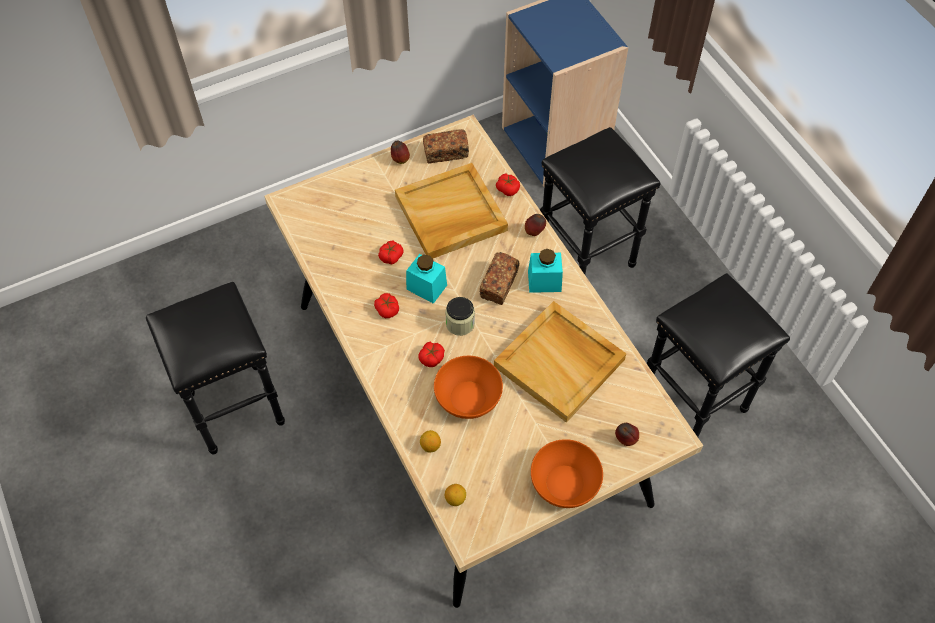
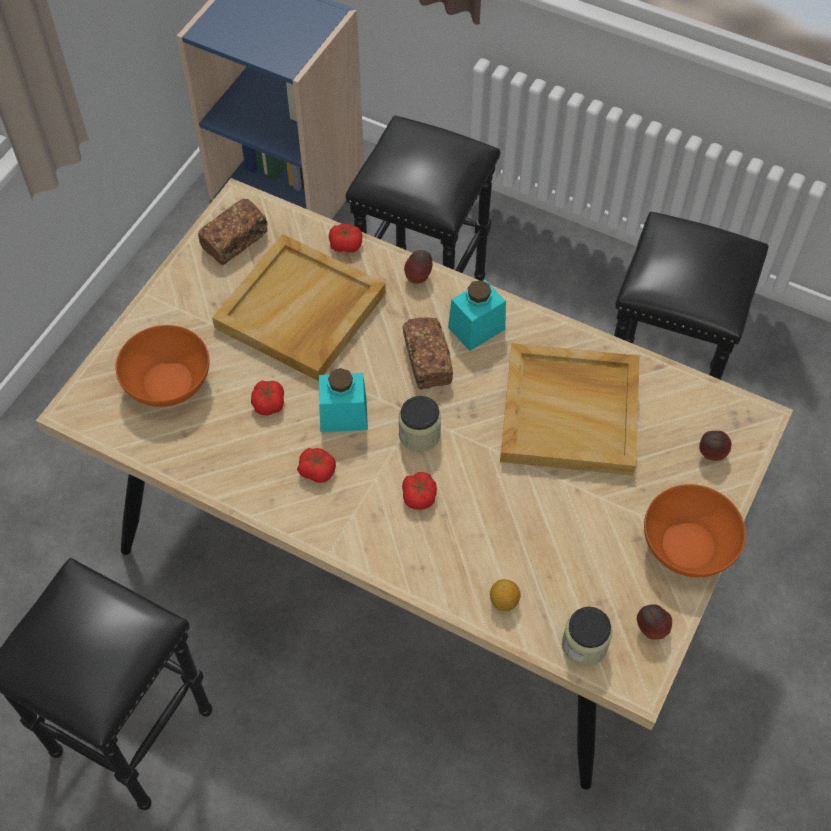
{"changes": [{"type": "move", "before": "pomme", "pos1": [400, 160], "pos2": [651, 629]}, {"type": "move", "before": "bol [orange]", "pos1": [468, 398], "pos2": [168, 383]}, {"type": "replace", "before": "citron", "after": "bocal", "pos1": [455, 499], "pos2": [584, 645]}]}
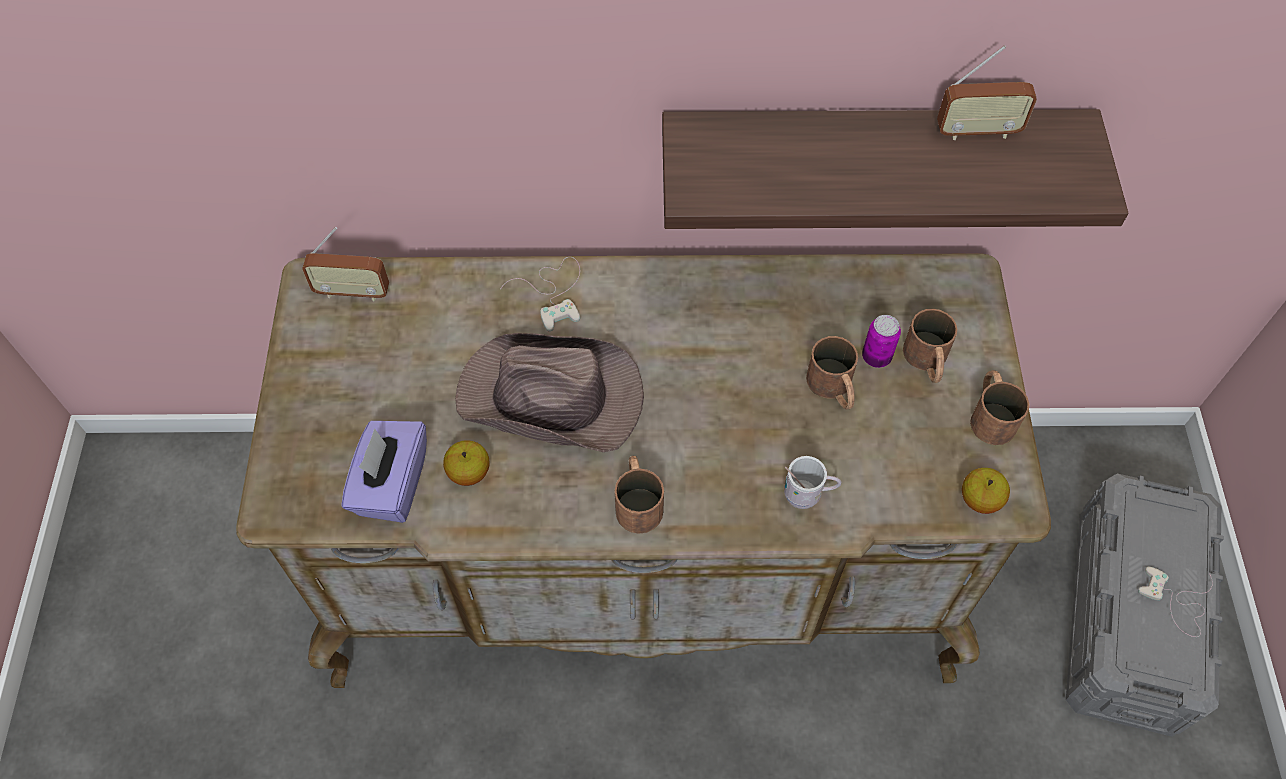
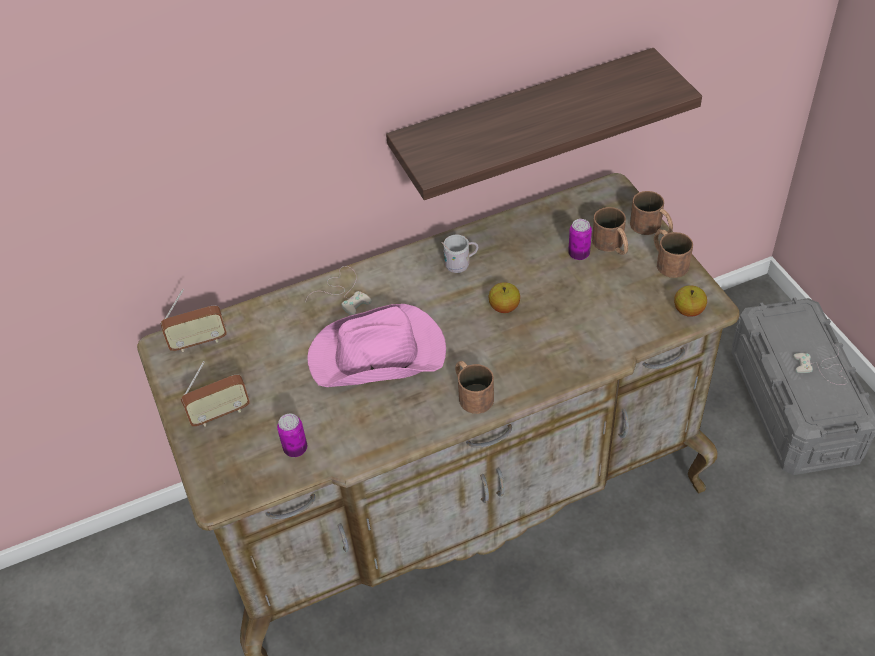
{"changes": [{"type": "replace", "before": "boîte à mouchoirs [violet]", "after": "boîte métallique", "pos1": [391, 485], "pos2": [295, 449]}, {"type": "move", "before": "pomme", "pos1": [469, 472], "pos2": [504, 307]}, {"type": "recolor", "before": "chapeau [marron]", "after": "chapeau [rose]", "pos1": [552, 398], "pos2": [379, 355]}, {"type": "move", "before": "mug [blanc]", "pos1": [808, 495], "pos2": [461, 265]}, {"type": "move", "before": "mug [marron]", "pos1": [833, 388], "pos2": [651, 228]}, {"type": "move", "before": "radio", "pos1": [977, 131], "pos2": [220, 414]}]}
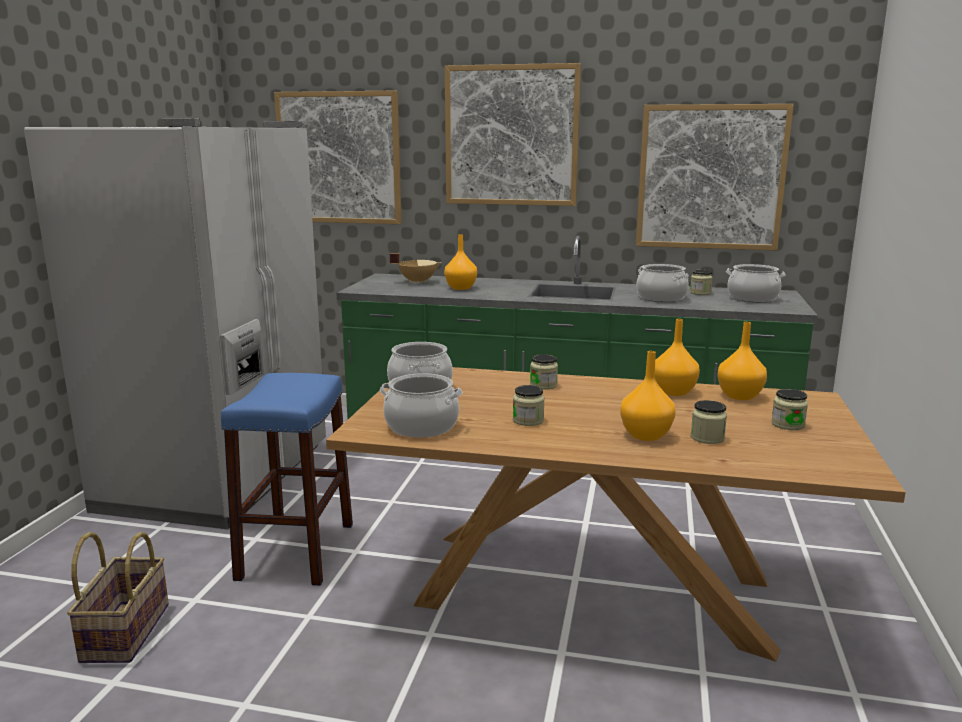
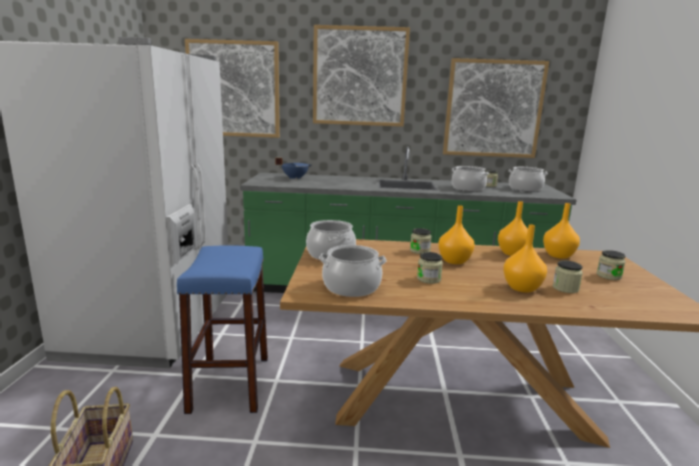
{"changes": [{"type": "recolor", "before": "marmite [beige]", "after": "marmite [bleu]", "pos1": [417, 282], "pos2": [294, 178]}, {"type": "move", "before": "vase [orange]", "pos1": [460, 288], "pos2": [454, 261]}]}
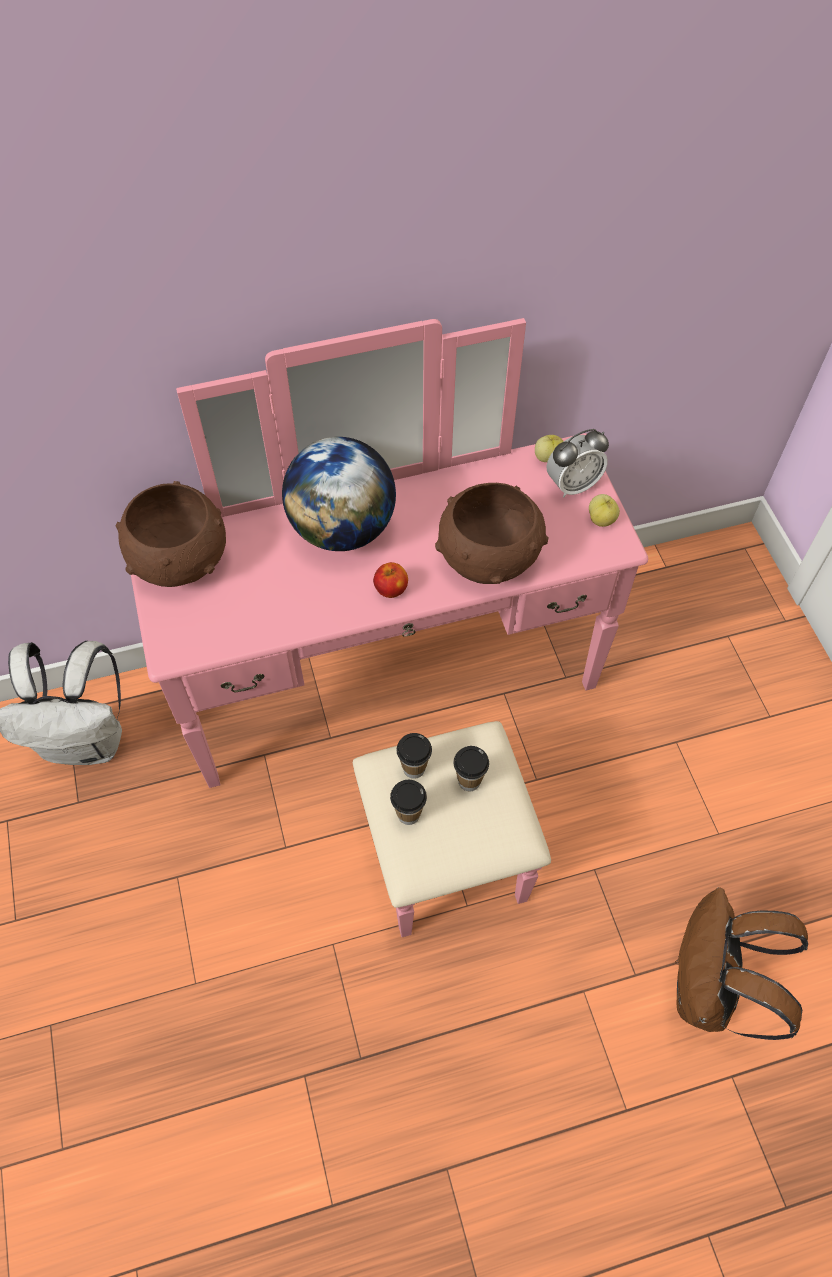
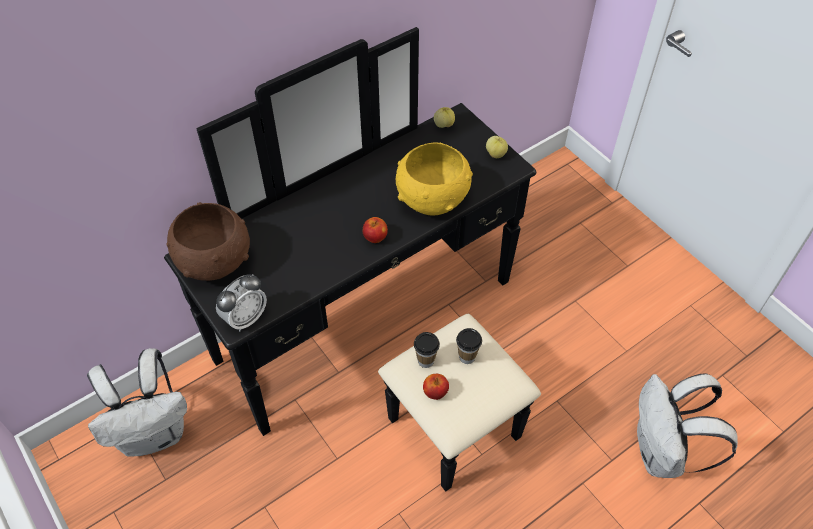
{"changes": [{"type": "recolor", "before": "commode [rose]", "after": "commode [noir]", "pos1": [404, 718], "pos2": [385, 342]}, {"type": "delete", "before": "globe", "pos1": [342, 528]}, {"type": "replace", "before": "tasse", "after": "pomme", "pos1": [408, 814], "pos2": [435, 392]}, {"type": "recolor", "before": "bol [marron]", "after": "bol [jaune]", "pos1": [488, 557], "pos2": [432, 198]}, {"type": "move", "before": "réveil", "pos1": [572, 485], "pos2": [245, 318]}, {"type": "recolor", "before": "sac à dos [marron]", "after": "sac à dos [blanc]", "pos1": [708, 991], "pos2": [662, 453]}]}
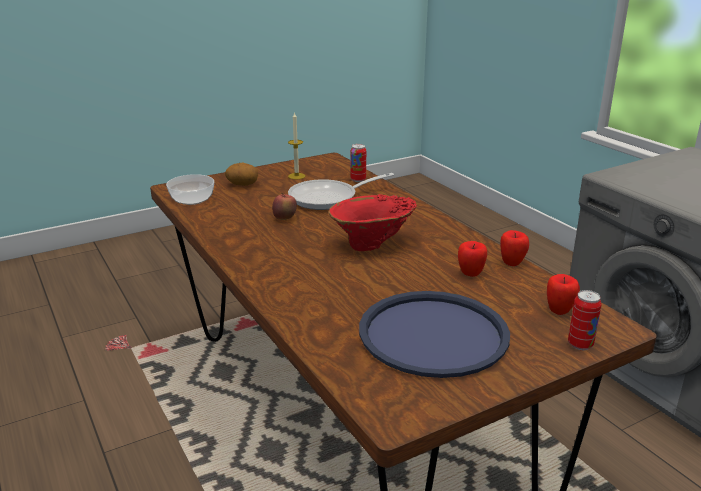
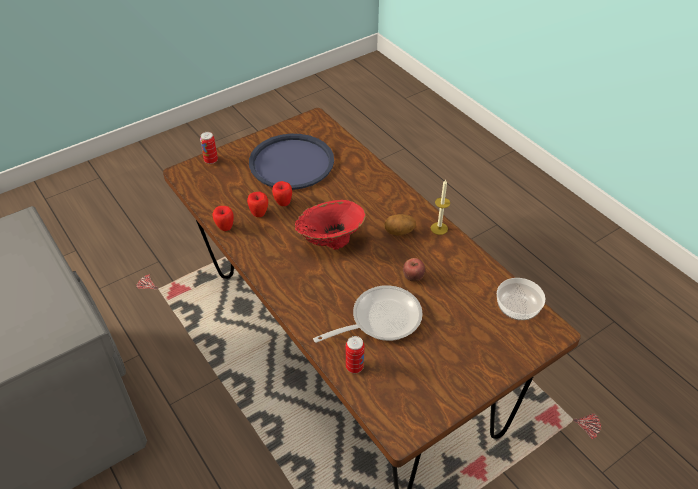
{"changes": [{"type": "move", "before": "pomme de terre", "pos1": [242, 185], "pos2": [399, 232]}, {"type": "move", "before": "bougie", "pos1": [296, 176], "pos2": [439, 228]}, {"type": "move", "before": "pomme", "pos1": [559, 311], "pos2": [283, 203]}]}
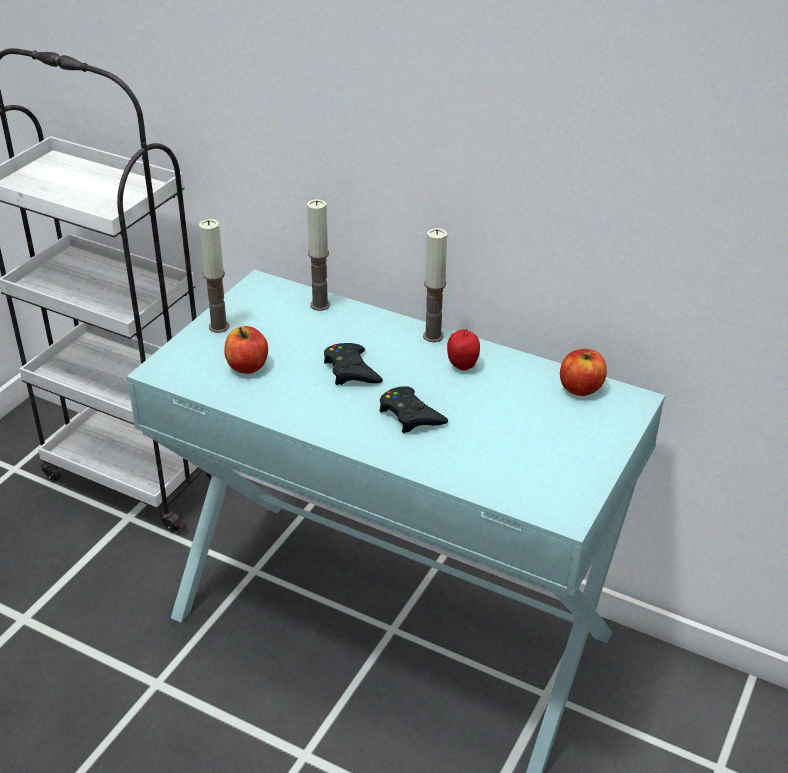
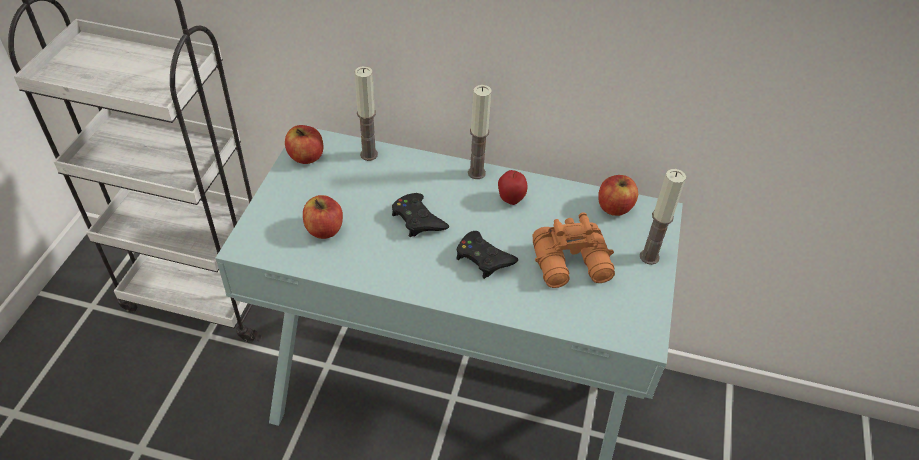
{"changes": [{"type": "move", "before": "bougie", "pos1": [219, 327], "pos2": [649, 257]}, {"type": "insert", "after": "pomme", "pos2": [306, 157]}, {"type": "insert", "after": "jumelles [orange]", "pos2": [573, 264]}]}
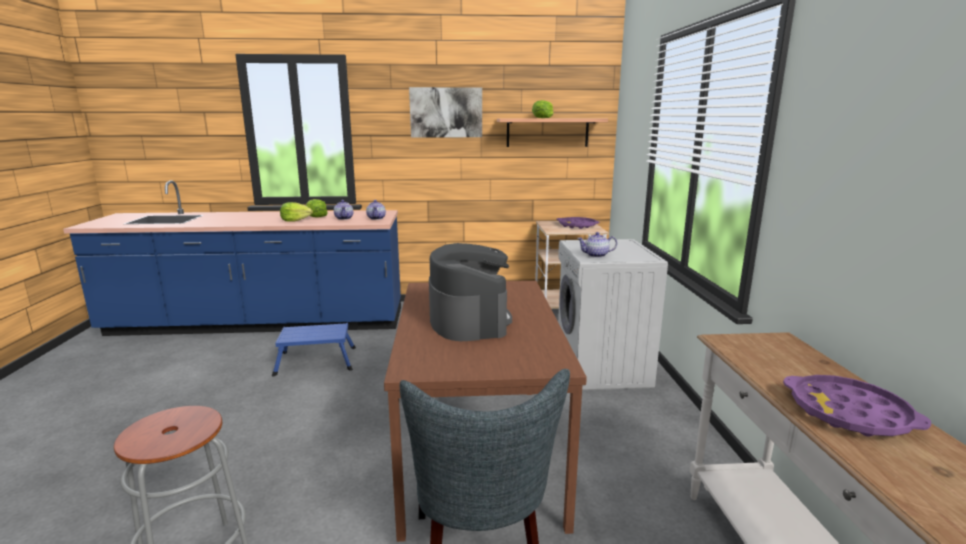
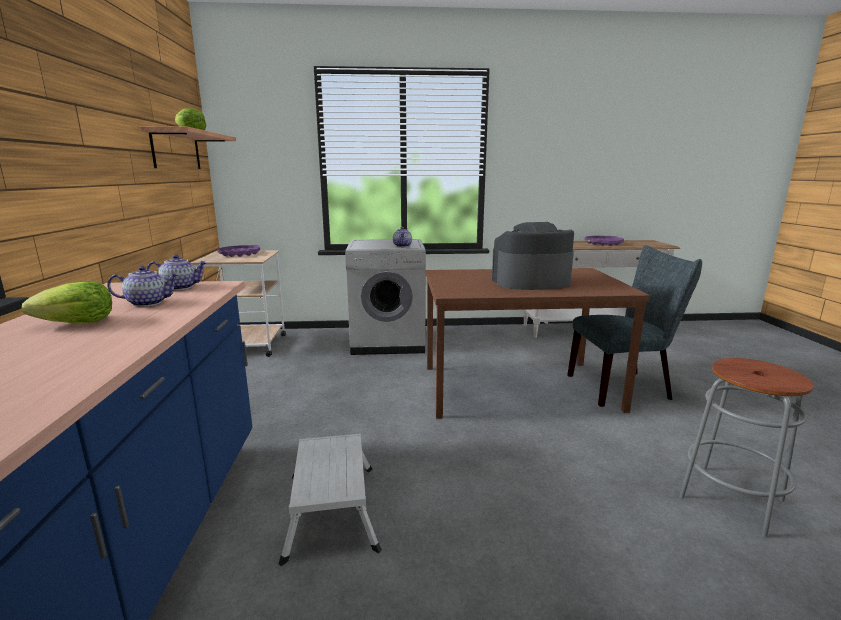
{"changes": [{"type": "recolor", "before": "escabeau [bleu]", "after": "escabeau [blanc]", "pos1": [316, 361], "pos2": [332, 509]}, {"type": "delete", "before": "laitue", "pos1": [295, 220]}, {"type": "delete", "before": "tableau", "pos1": [446, 112]}]}
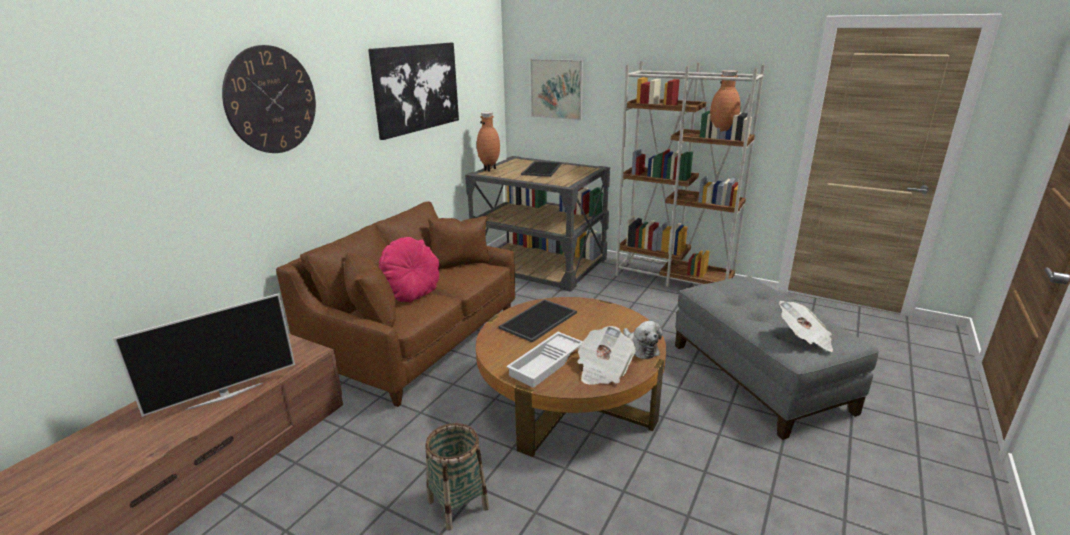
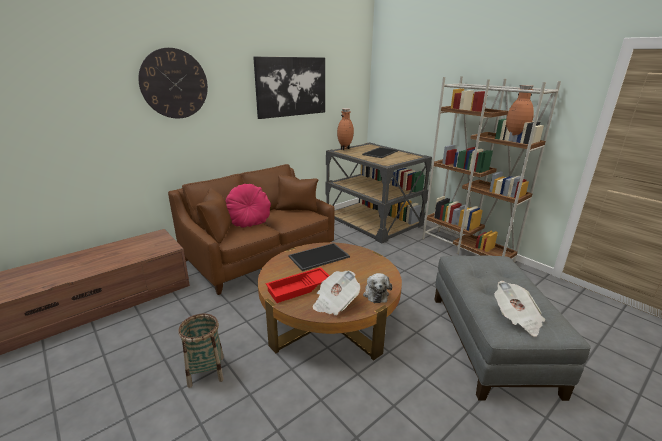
{"changes": [{"type": "delete", "before": "téléviseur", "pos1": [225, 395]}, {"type": "recolor", "before": "plateau [blanc]", "after": "plateau [rouge]", "pos1": [547, 364], "pos2": [299, 288]}, {"type": "delete", "before": "tableau", "pos1": [556, 89]}]}
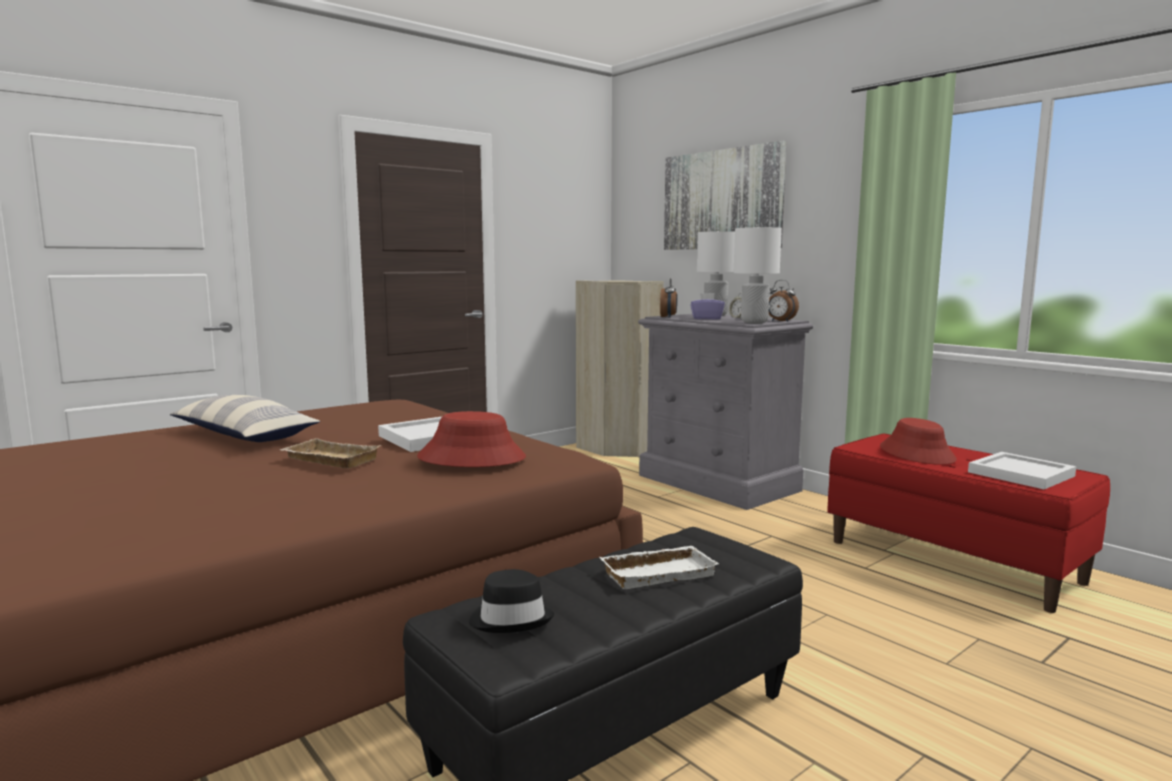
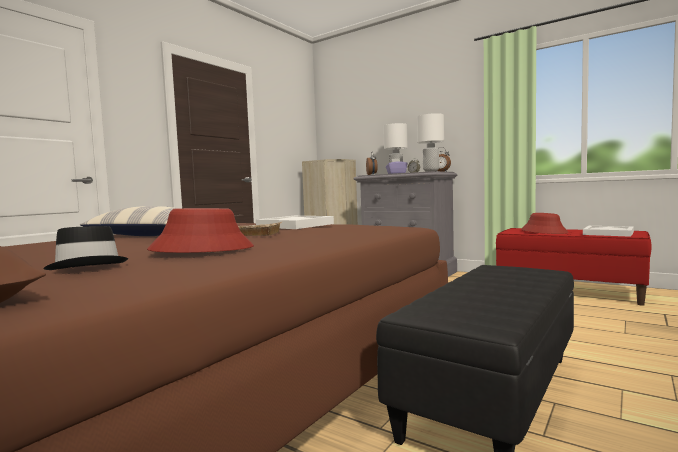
{"changes": [{"type": "move", "before": "chapeau [rouge]", "pos1": [472, 458], "pos2": [202, 249]}, {"type": "move", "before": "chapeau [noir]", "pos1": [511, 619], "pos2": [88, 266]}, {"type": "delete", "before": "plateau [blanc]", "pos1": [658, 572]}, {"type": "delete", "before": "tableau", "pos1": [722, 200]}]}
